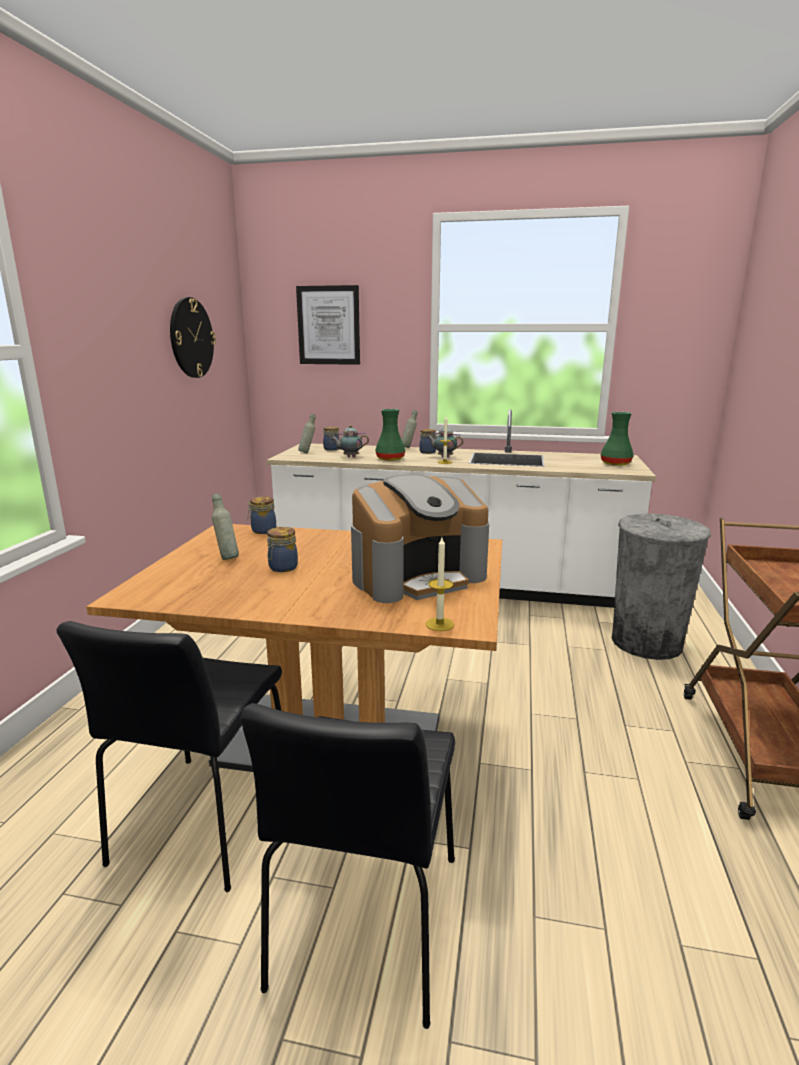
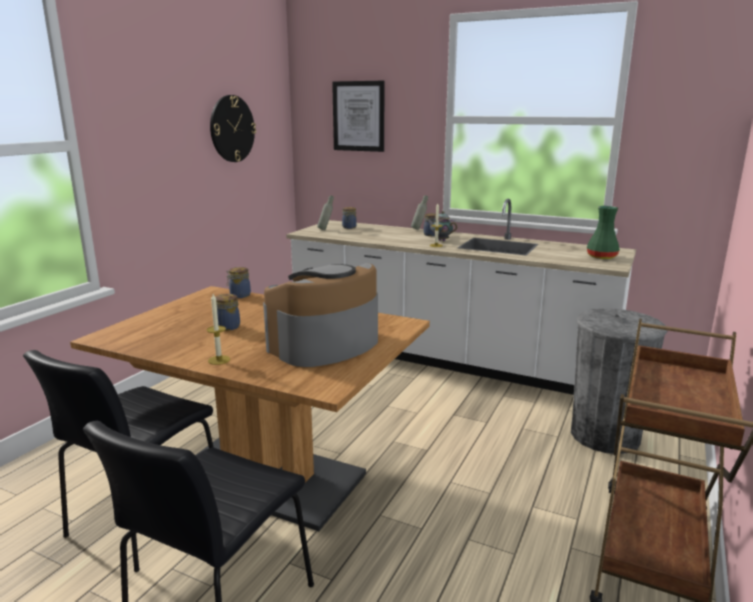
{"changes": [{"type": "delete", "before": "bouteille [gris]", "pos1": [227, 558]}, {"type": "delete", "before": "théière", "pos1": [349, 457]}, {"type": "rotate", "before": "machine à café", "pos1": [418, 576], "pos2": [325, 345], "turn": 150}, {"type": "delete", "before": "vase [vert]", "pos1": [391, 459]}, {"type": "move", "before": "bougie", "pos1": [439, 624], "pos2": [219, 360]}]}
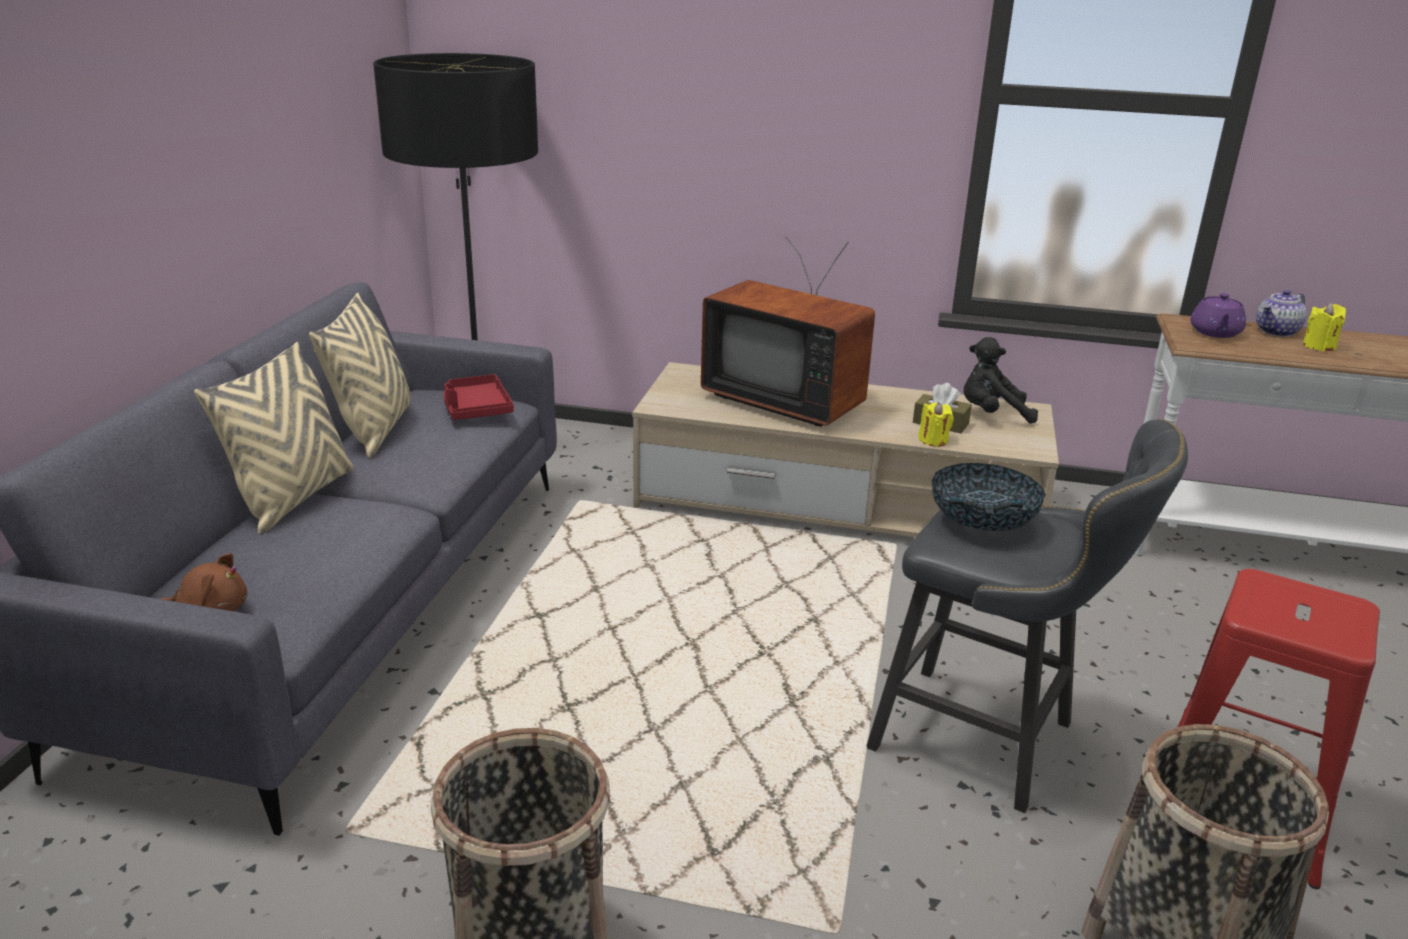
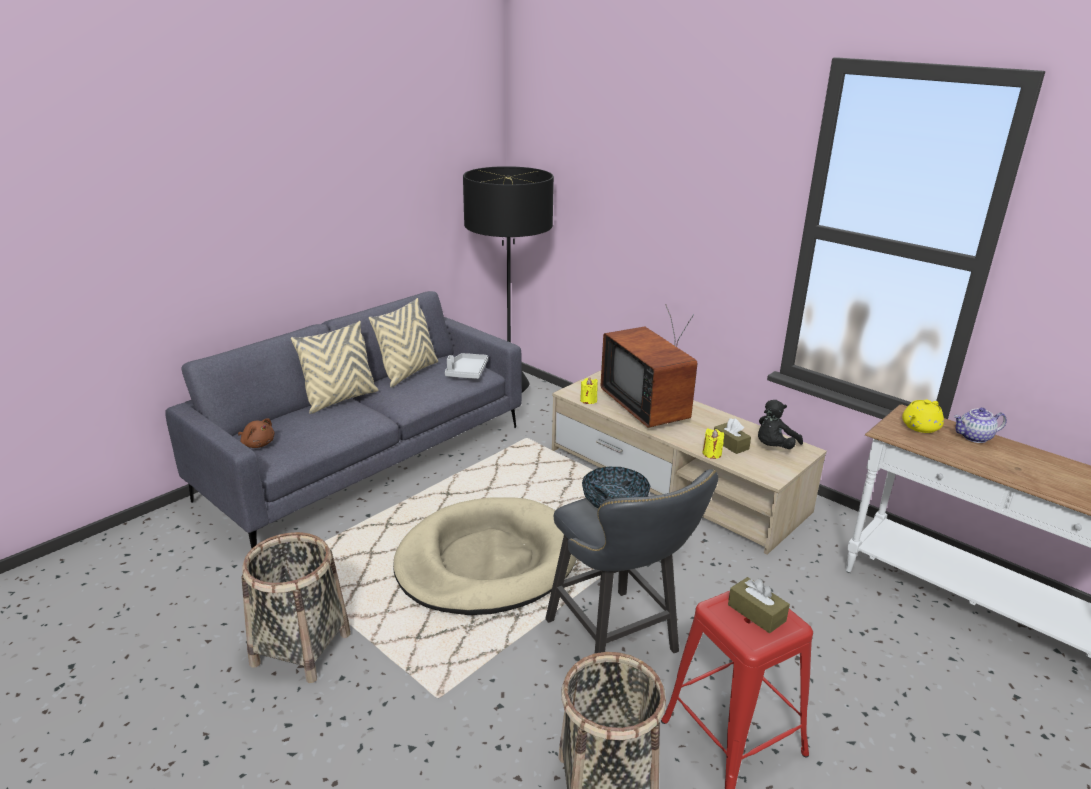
{"changes": [{"type": "recolor", "before": "plateau [rouge]", "after": "plateau [gris]", "pos1": [476, 408], "pos2": [467, 372]}, {"type": "rotate", "before": "peluche [noir]", "pos1": [992, 414], "pos2": [773, 447], "turn": -75}, {"type": "recolor", "before": "théière [violet]", "after": "théière [jaune]", "pos1": [1215, 333], "pos2": [920, 427]}, {"type": "move", "before": "bougie [jaune]", "pos1": [1319, 346], "pos2": [588, 400]}, {"type": "insert", "after": "panier pour chien [beige]", "pos2": [487, 561]}, {"type": "insert", "after": "boîte à mouchoirs [marron]", "pos2": [756, 613]}]}
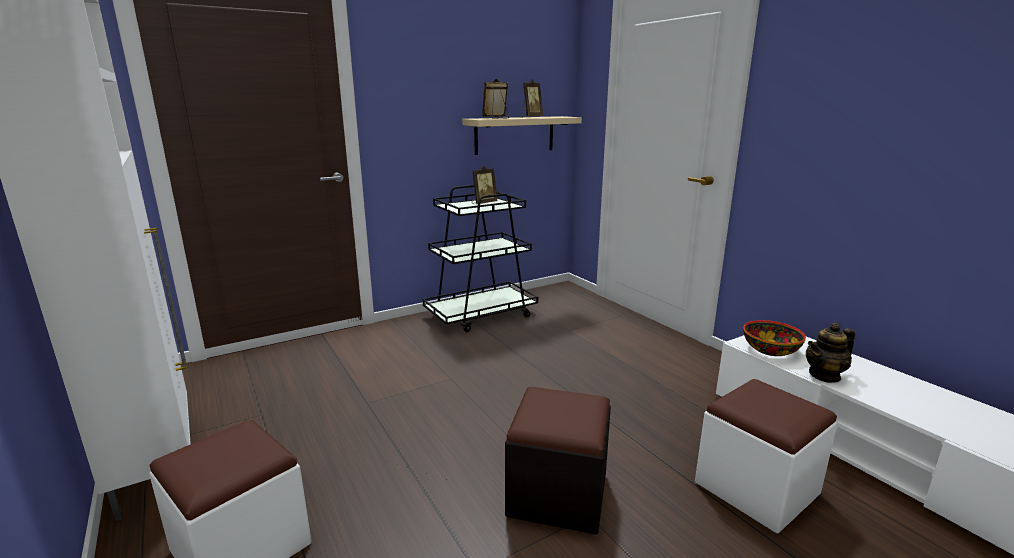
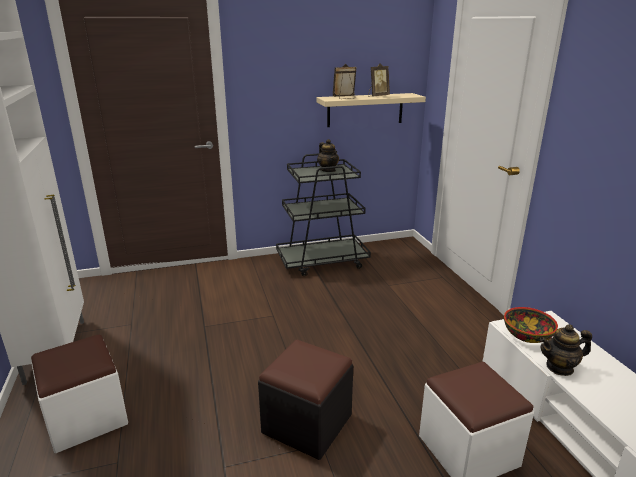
{"changes": [{"type": "replace", "before": "cadre photo", "after": "théière", "pos1": [483, 203], "pos2": [328, 170]}]}
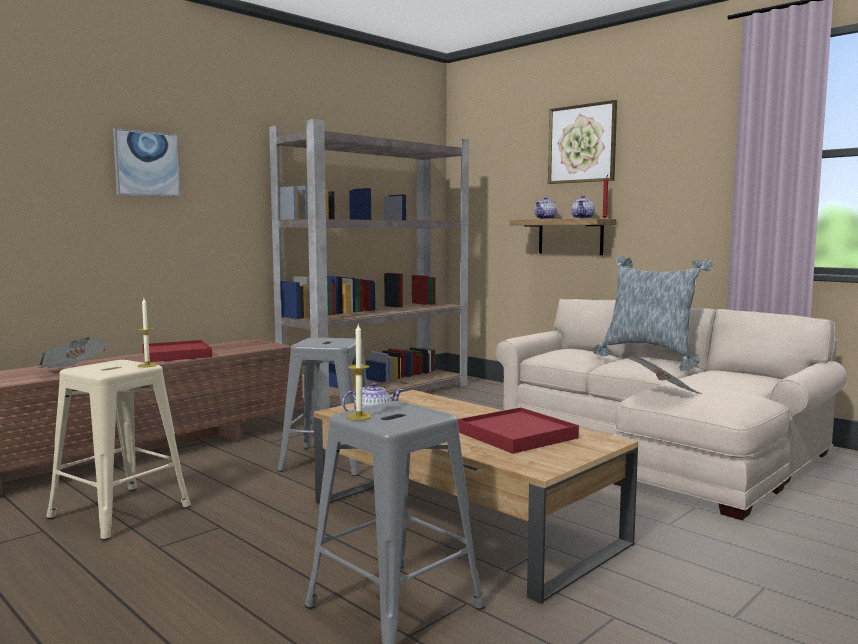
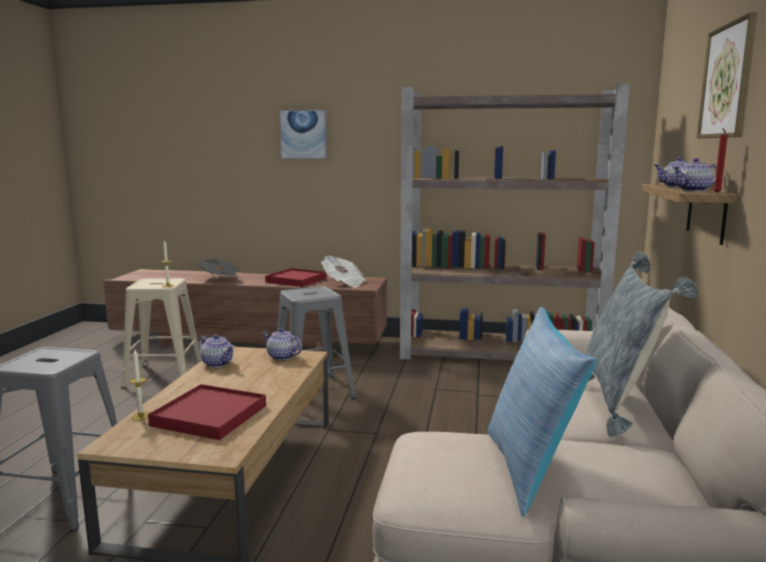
{"changes": [{"type": "move", "before": "bougie", "pos1": [359, 416], "pos2": [141, 416]}, {"type": "move", "before": "journal", "pos1": [664, 393], "pos2": [344, 283]}, {"type": "insert", "after": "théière", "pos2": [281, 357]}, {"type": "insert", "after": "coussin", "pos2": [531, 469]}]}
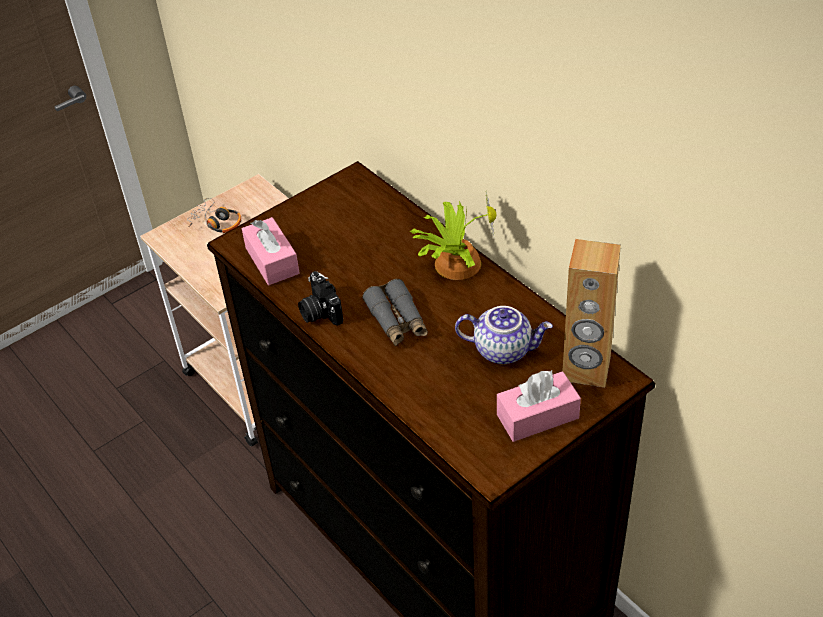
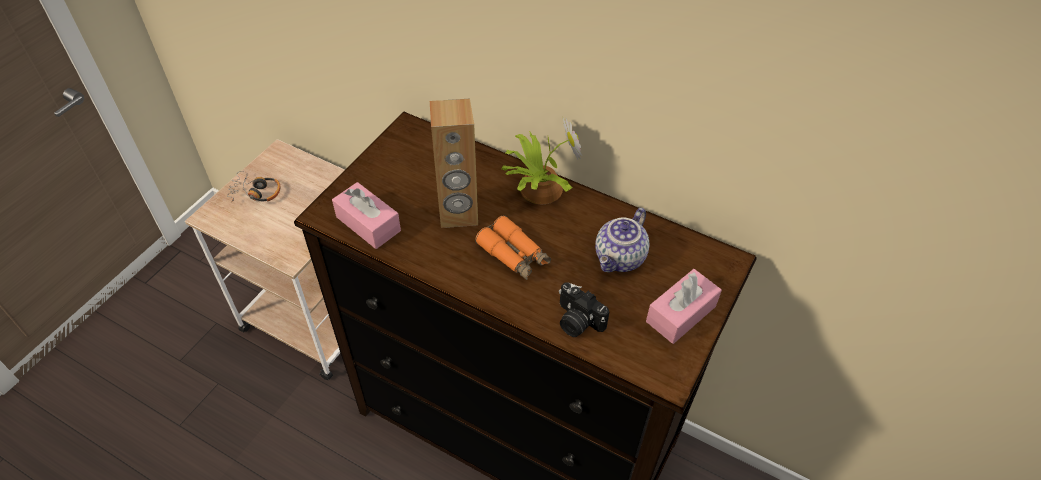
{"changes": [{"type": "move", "before": "appareil photo", "pos1": [319, 312], "pos2": [577, 321]}, {"type": "recolor", "before": "jumelles [gris]", "after": "jumelles [orange]", "pos1": [397, 321], "pos2": [514, 255]}, {"type": "rotate", "before": "théière", "pos1": [503, 349], "pos2": [620, 259], "turn": 135}, {"type": "move", "before": "enceinte [marron]", "pos1": [586, 370], "pos2": [458, 214]}]}
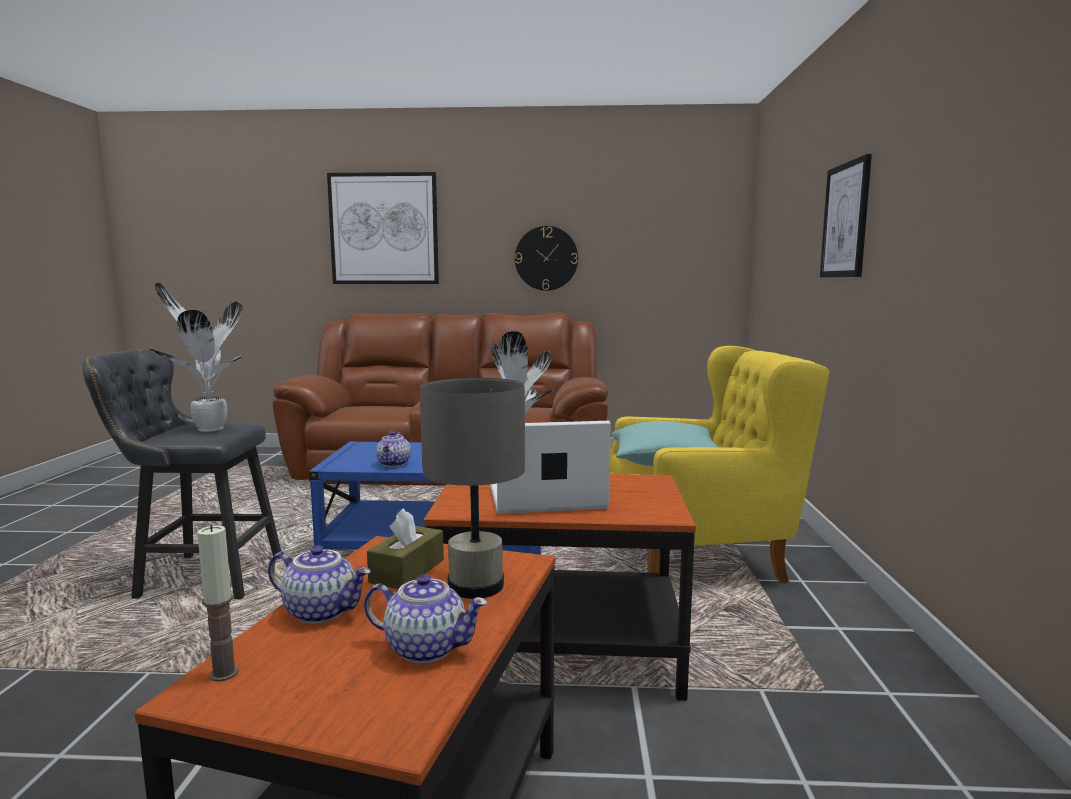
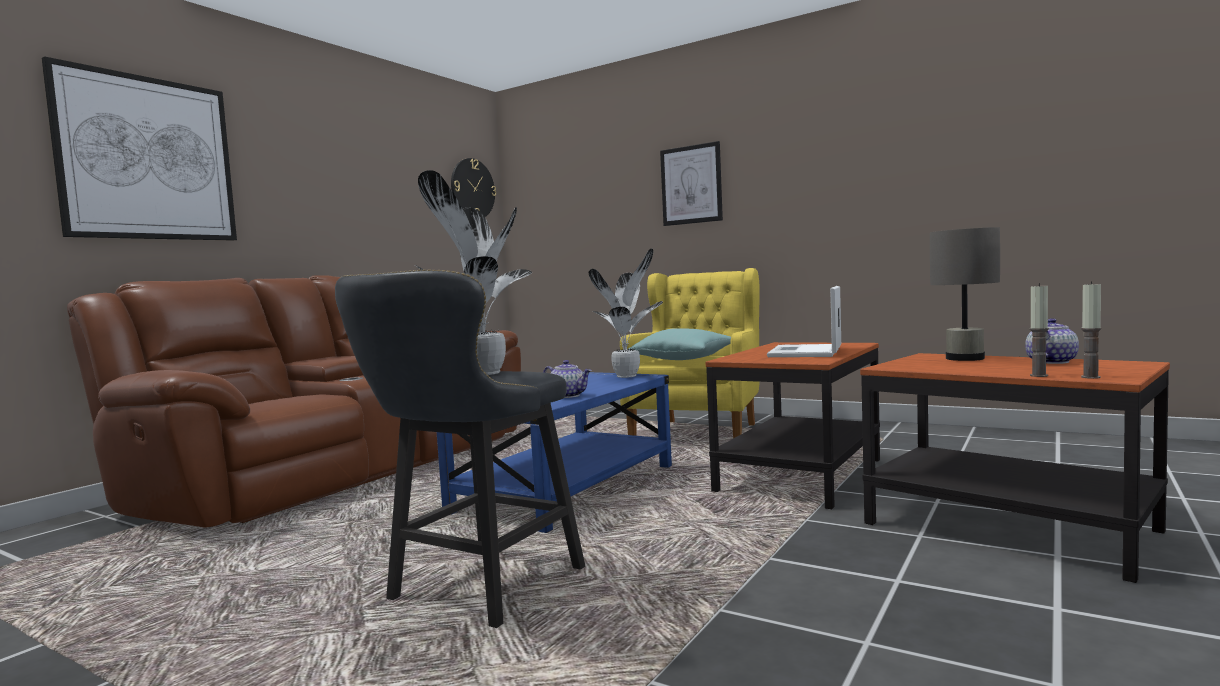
{"changes": [{"type": "delete", "before": "théière", "pos1": [322, 611]}, {"type": "delete", "before": "boîte à mouchoirs [marron]", "pos1": [407, 571]}, {"type": "move", "before": "horloge murale", "pos1": [546, 258], "pos2": [472, 189]}, {"type": "insert", "after": "bougie", "pos2": [1039, 375]}]}
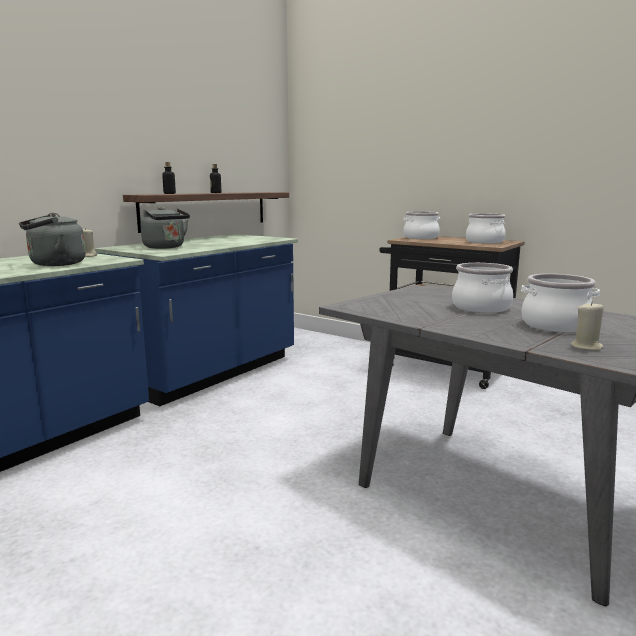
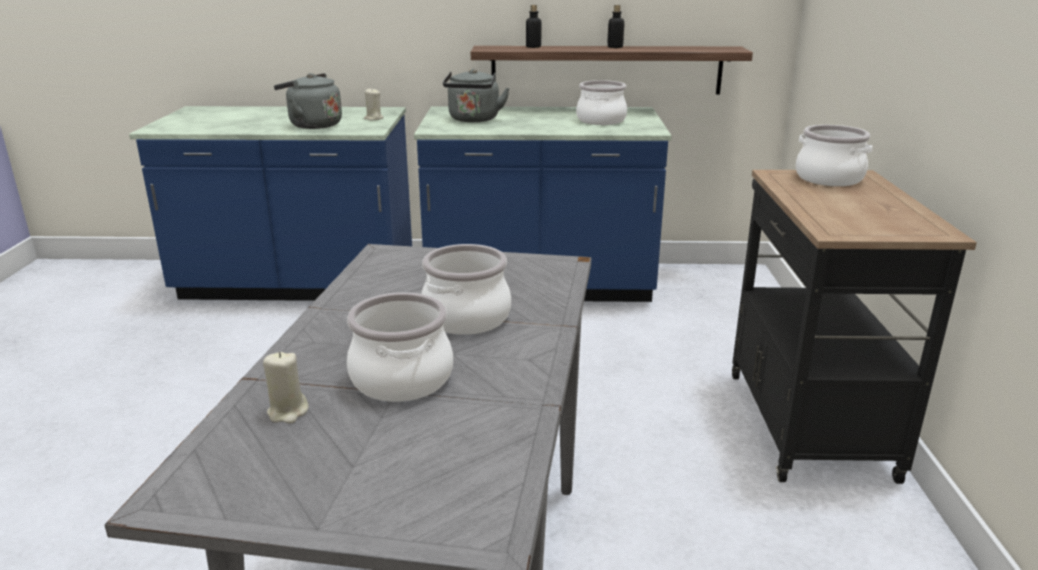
{"changes": [{"type": "move", "before": "marmite", "pos1": [484, 242], "pos2": [600, 120]}]}
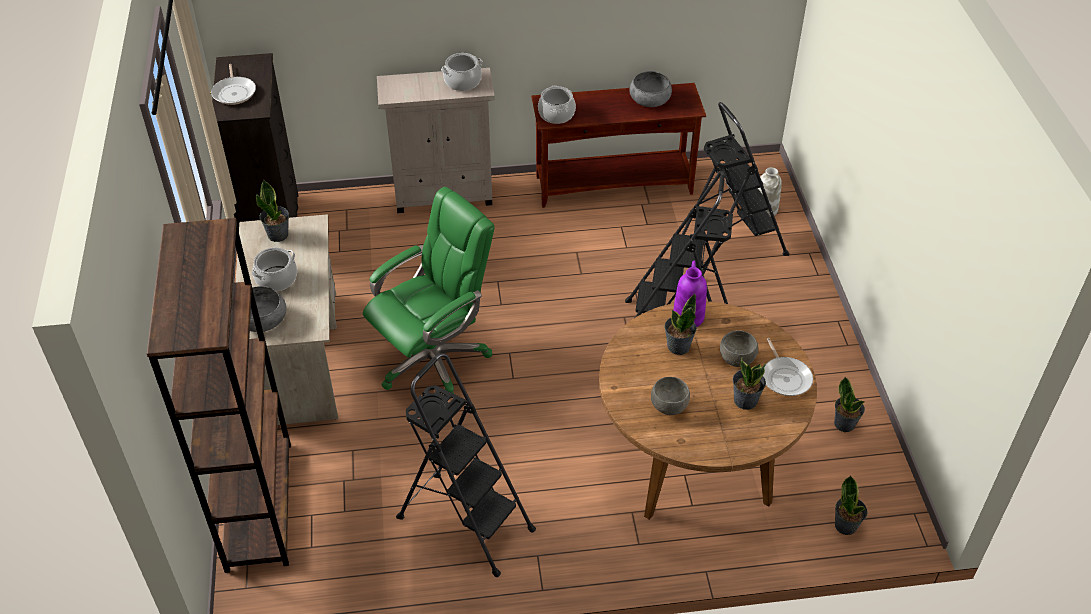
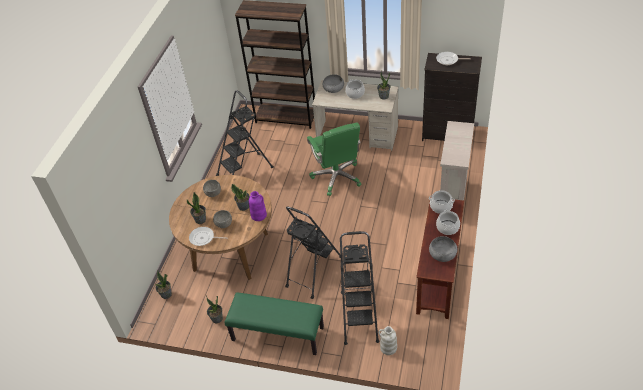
{"changes": [{"type": "move", "before": "marmite", "pos1": [462, 82], "pos2": [447, 227]}, {"type": "insert", "after": "banc [vert]", "pos2": [277, 334]}]}
